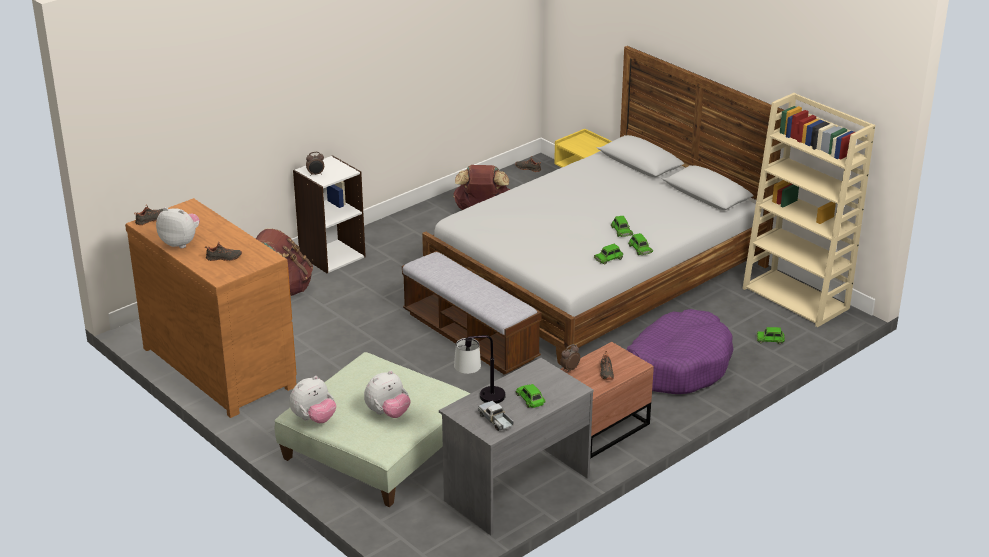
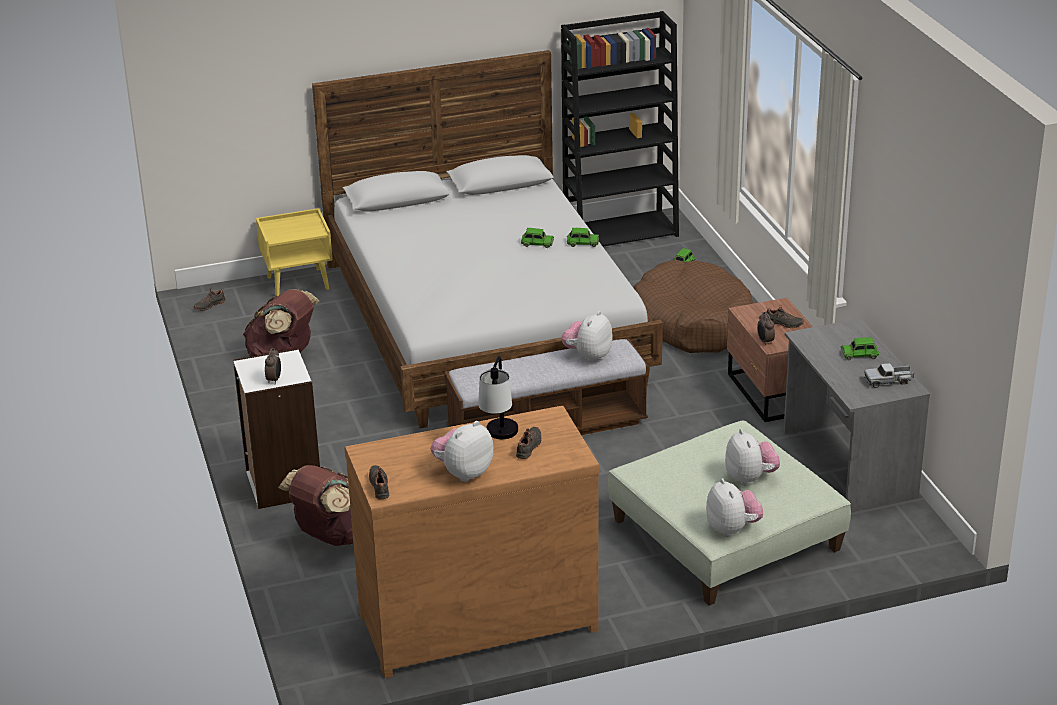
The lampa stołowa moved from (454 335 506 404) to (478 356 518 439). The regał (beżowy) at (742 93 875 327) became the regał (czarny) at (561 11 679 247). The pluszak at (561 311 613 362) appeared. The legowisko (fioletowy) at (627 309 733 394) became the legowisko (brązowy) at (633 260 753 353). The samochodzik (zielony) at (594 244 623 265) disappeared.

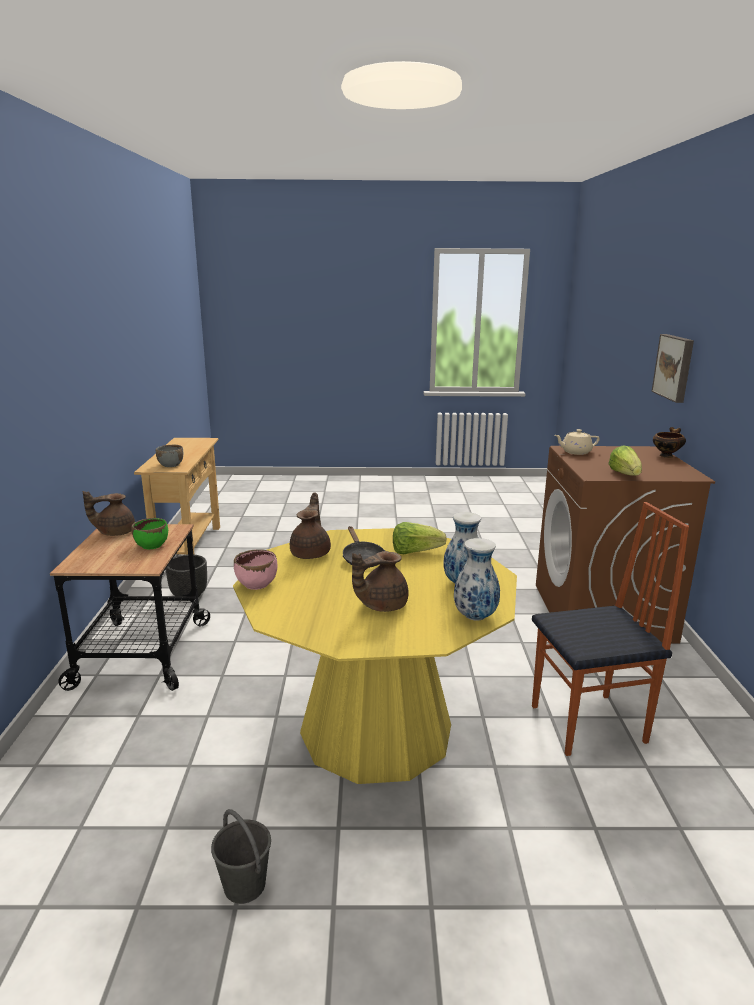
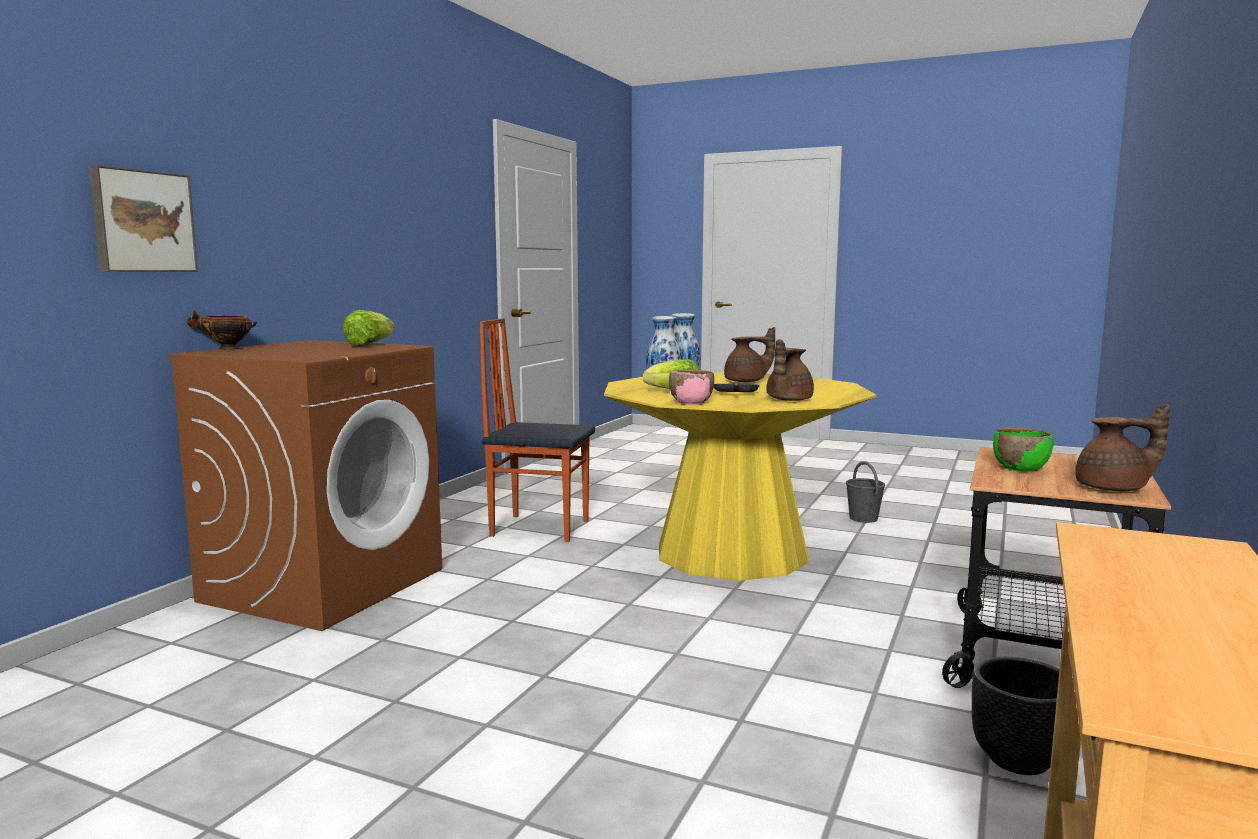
The miska (różowy) moved from (234 549 277 590) to (669 370 714 405). The miska (szary) at (156 445 183 467) disappeared. The imbryk (beżowy) at (555 429 600 455) disappeared.

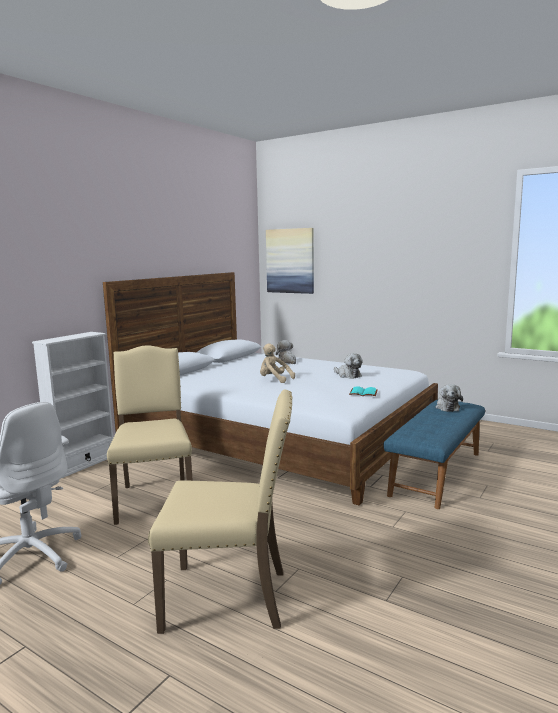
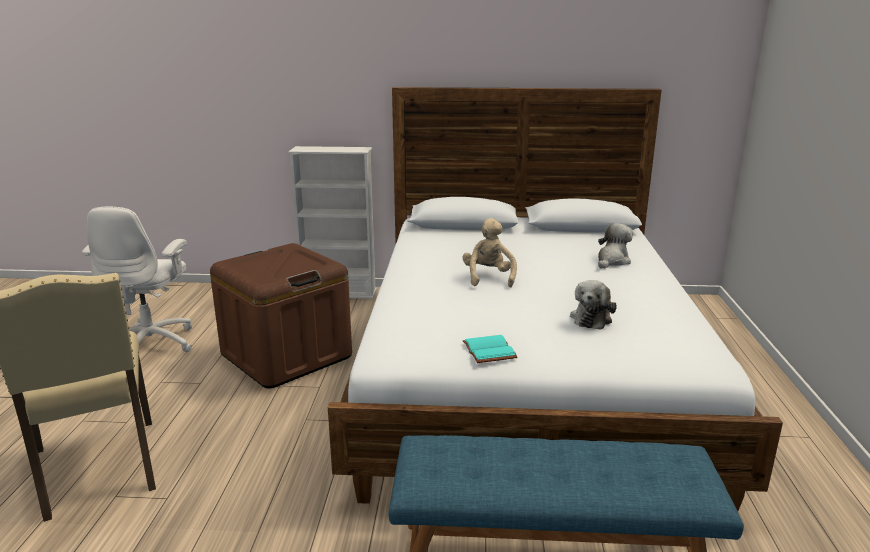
The krzesło (beżowy) at (107 345 193 525) was replaced by the pojemnik do przechowywania (brązowy) at (210 243 352 389). The obraz at (266 228 314 294) disappeared. The pluszak at (435 384 463 412) disappeared.

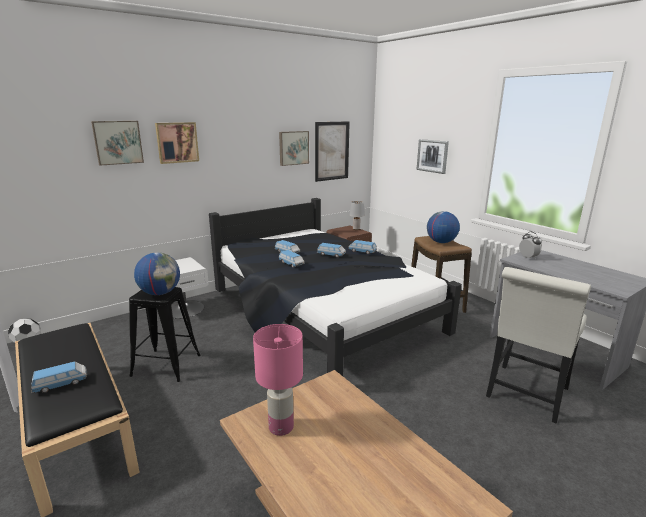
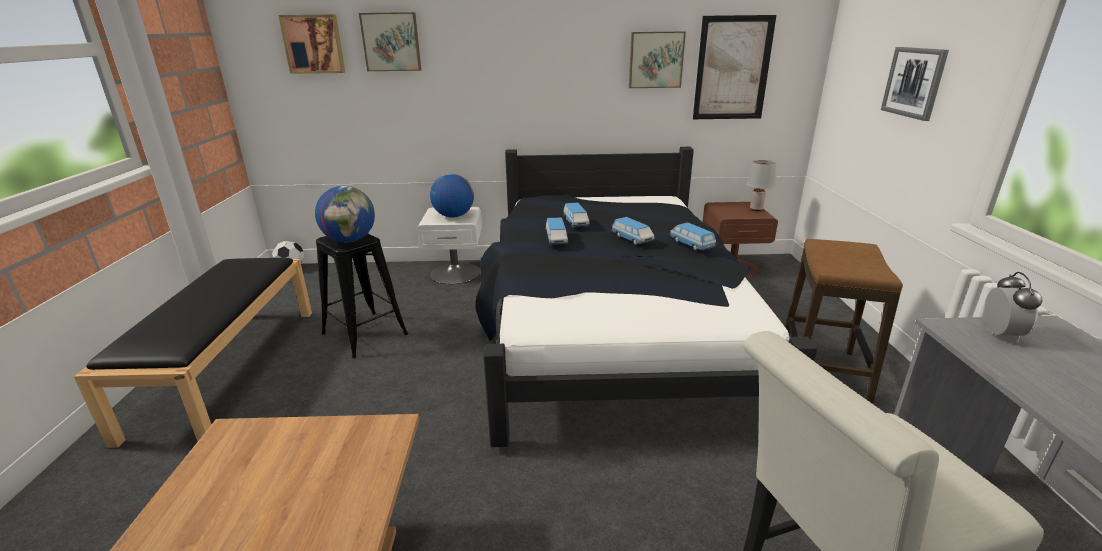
The obraz moved from (155 122 199 164) to (278 14 345 74). The globus moved from (427 211 460 243) to (430 174 474 218). The samochodzik at (31 362 87 393) disappeared. The lampa stołowa (różowy) at (253 324 303 436) disappeared.

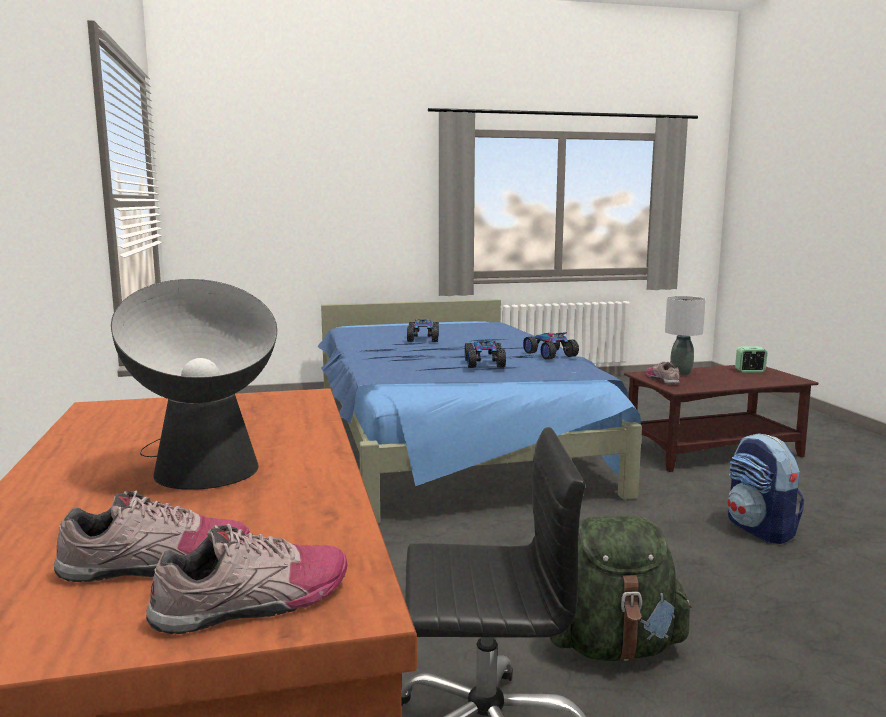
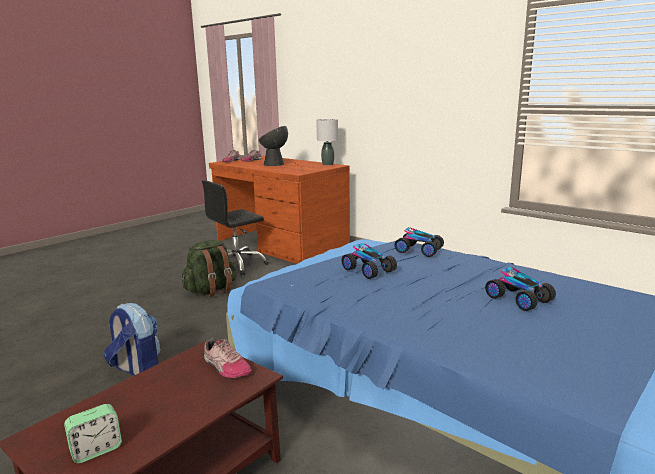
The lampa stołowa (szary) moved from (665 296 706 375) to (316 119 338 165). The samochodzik moved from (523 332 579 359) to (394 227 444 257).

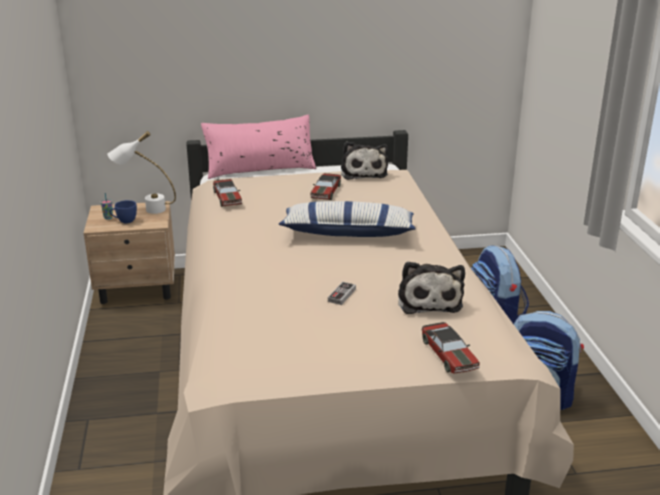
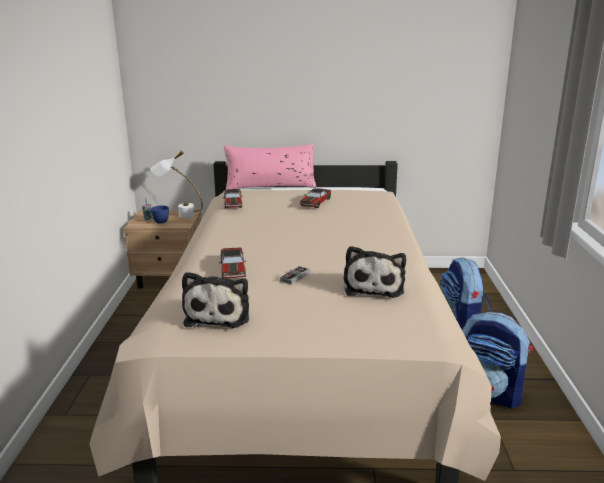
The pluszak moved from (341 141 388 180) to (182 272 249 328). The samochodzik moved from (422 322 480 373) to (219 247 246 278). The poduszka at (279 201 416 237) disappeared.

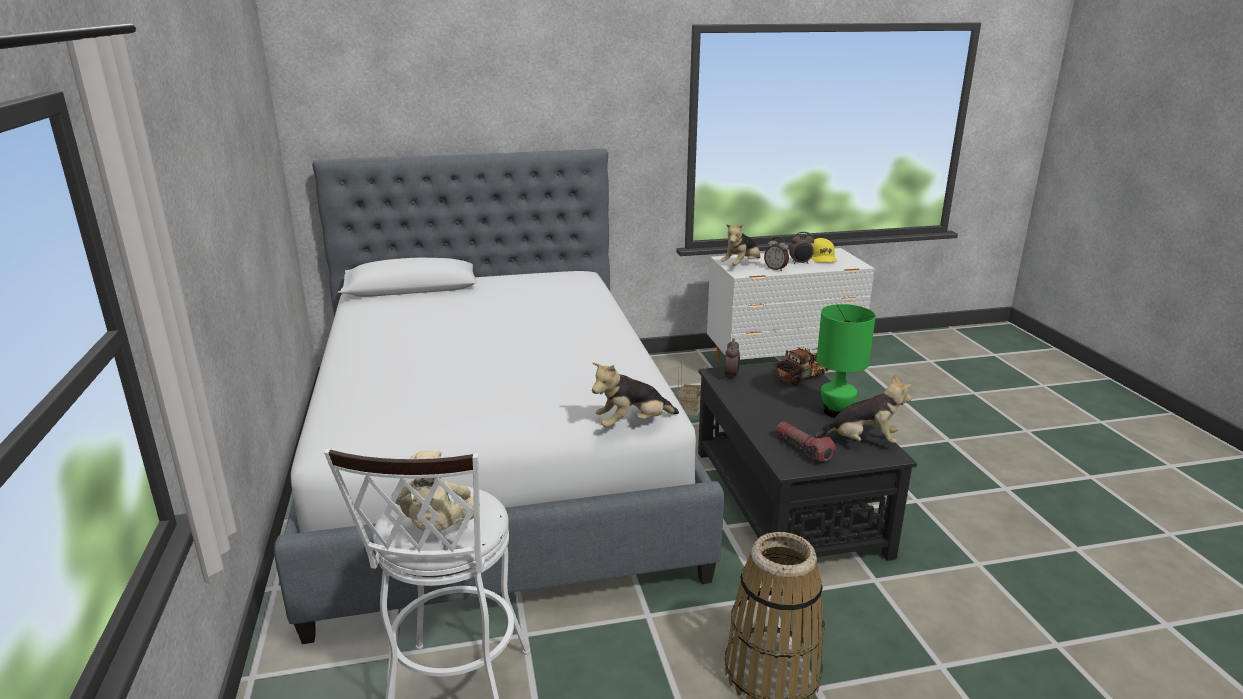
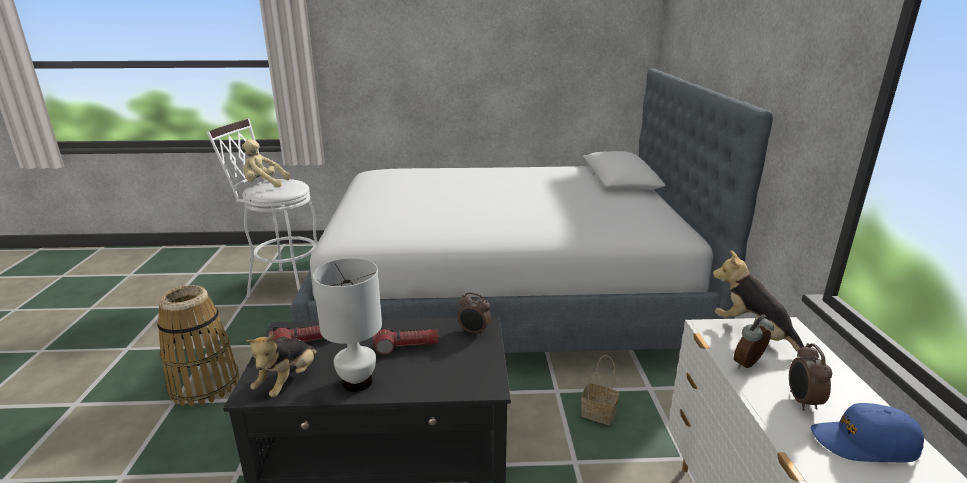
The lampa stołowa (zielony) at (817 304 876 418) became the lampa stołowa (biały) at (312 258 382 392). The latarka at (372 327 439 355) appeared. The czapka z daszkiem (żółty) at (811 238 837 262) became the czapka z daszkiem (niebieski) at (811 403 924 463). The pluszak at (592 363 679 427) disappeared. The ciężarówka zabawkowa at (774 347 829 386) disappeared.

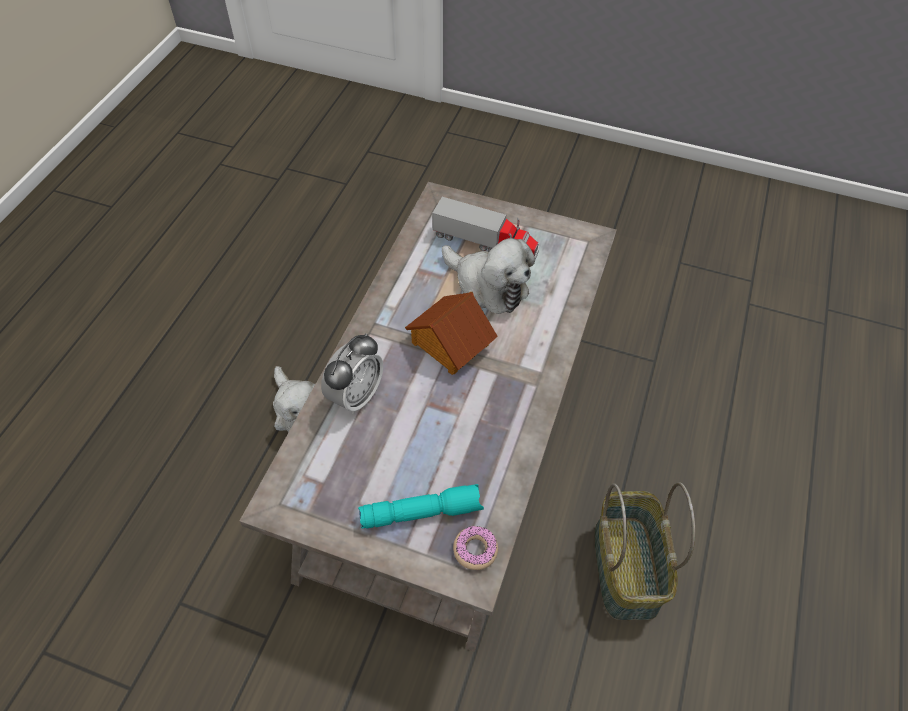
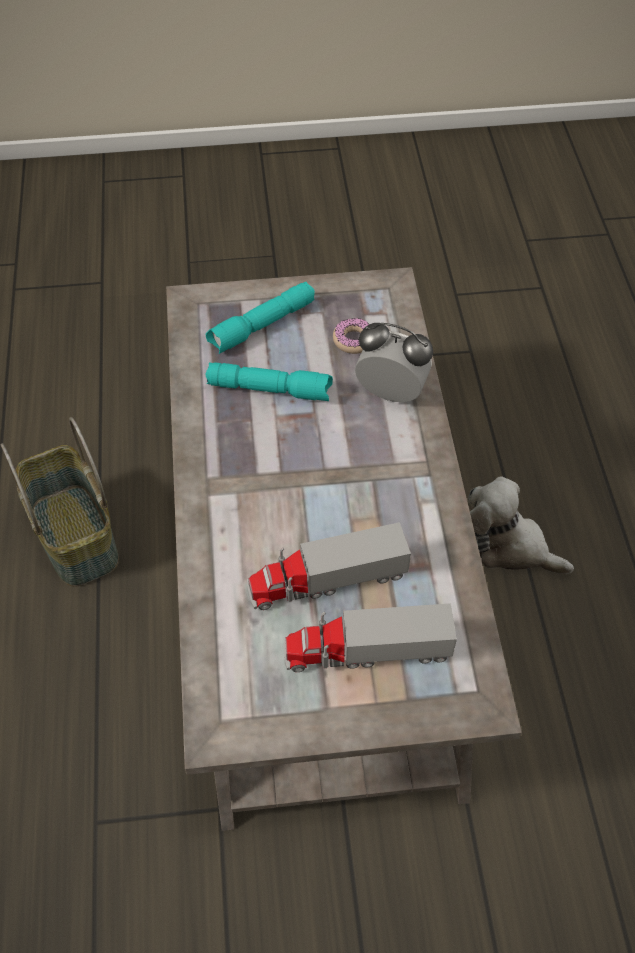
The latarka (turkusowy) at (206 362 333 401) appeared. The pluszak at (442 238 535 314) was replaced by the ciężarówka zabawkowa at (247 522 411 610). The donut moved from (453 526 498 570) to (333 318 369 354). The budzik at (321 333 383 414) turned 105 degrees clockwise. The domek at (405 292 498 375) disappeared.

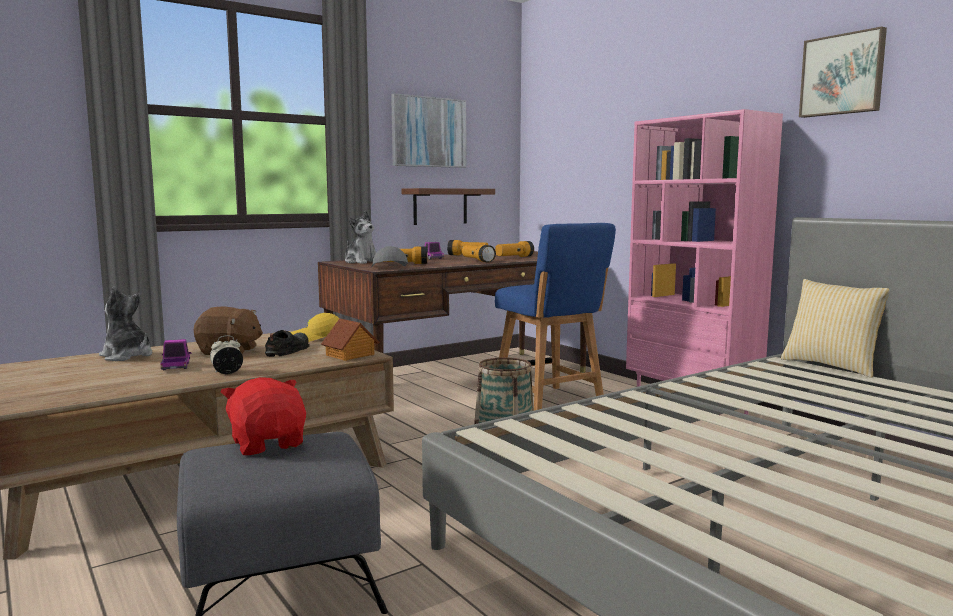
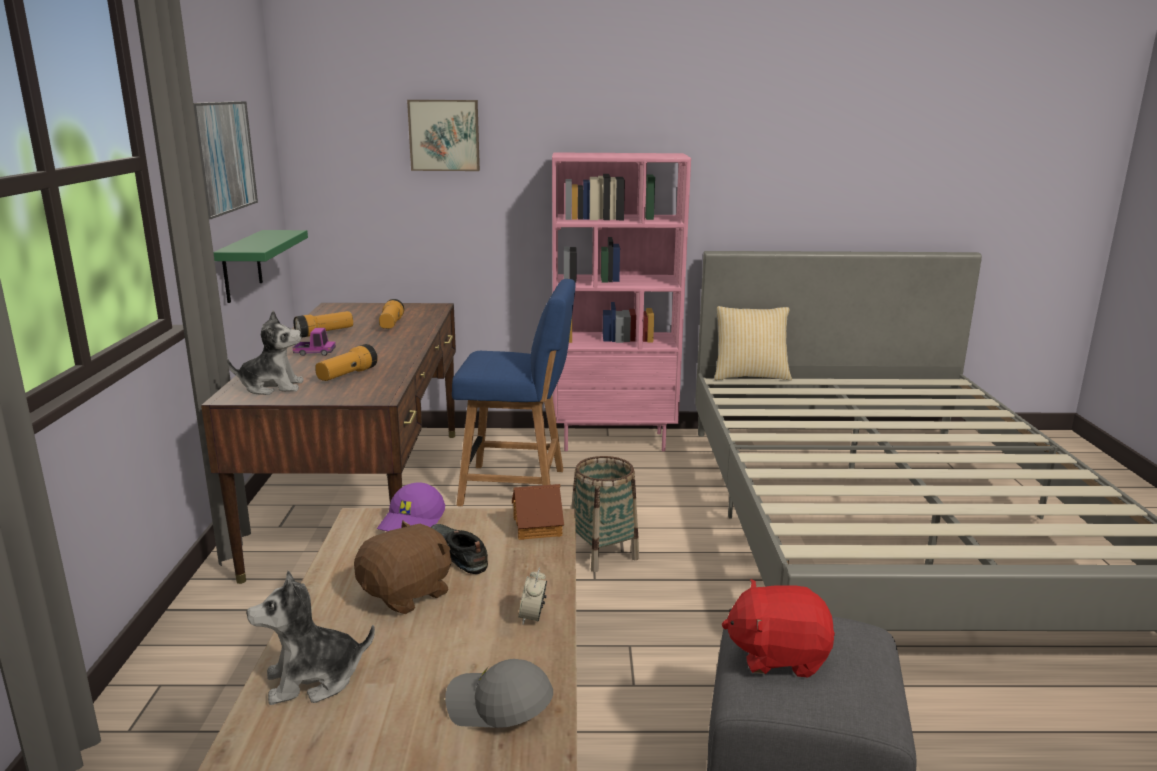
The półka (brązowy) at (402 188 495 225) became the półka (zielony) at (213 230 308 303). The czapka z daszkiem (żółty) at (290 313 339 342) became the czapka z daszkiem (fioletowy) at (377 482 445 531). The obraz moved from (799 27 887 118) to (407 100 480 171). The czapka z daszkiem (szary) moved from (371 246 408 267) to (445 659 553 728). The ciężarówka zabawkowa at (160 339 191 370) disappeared. The latarka at (462 245 496 262) disappeared.

